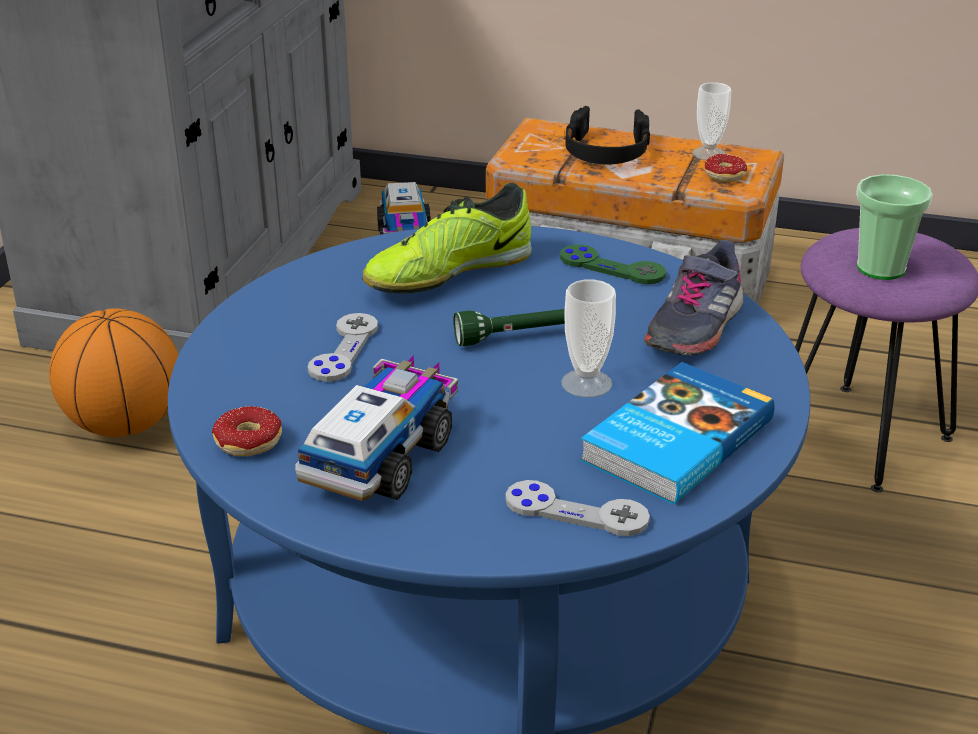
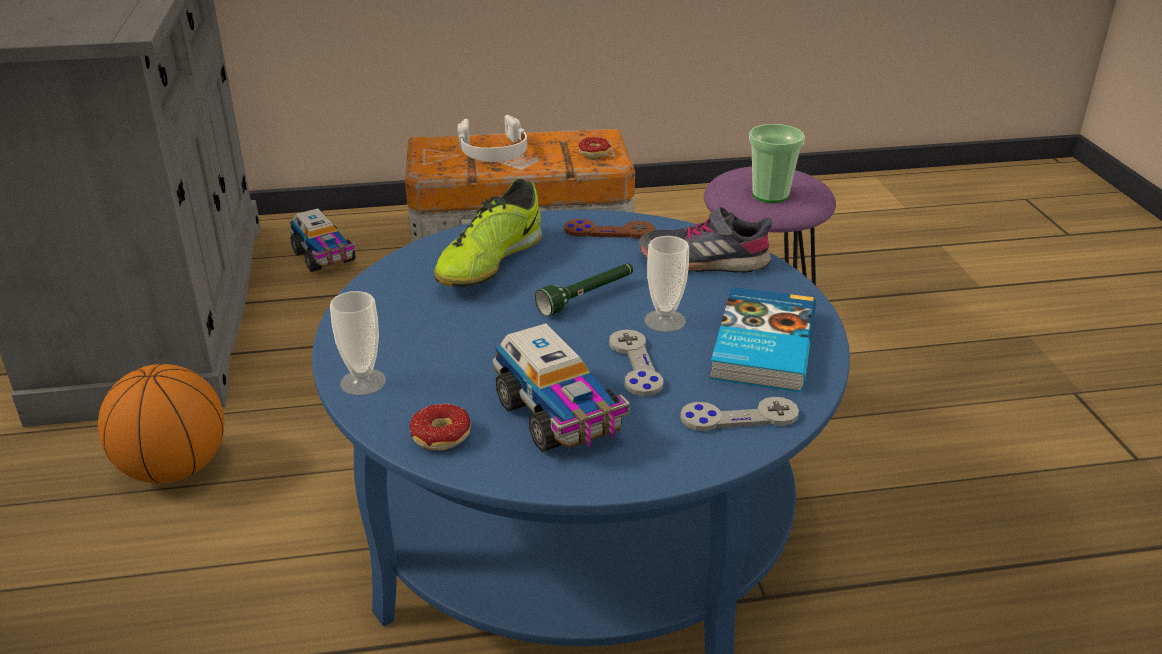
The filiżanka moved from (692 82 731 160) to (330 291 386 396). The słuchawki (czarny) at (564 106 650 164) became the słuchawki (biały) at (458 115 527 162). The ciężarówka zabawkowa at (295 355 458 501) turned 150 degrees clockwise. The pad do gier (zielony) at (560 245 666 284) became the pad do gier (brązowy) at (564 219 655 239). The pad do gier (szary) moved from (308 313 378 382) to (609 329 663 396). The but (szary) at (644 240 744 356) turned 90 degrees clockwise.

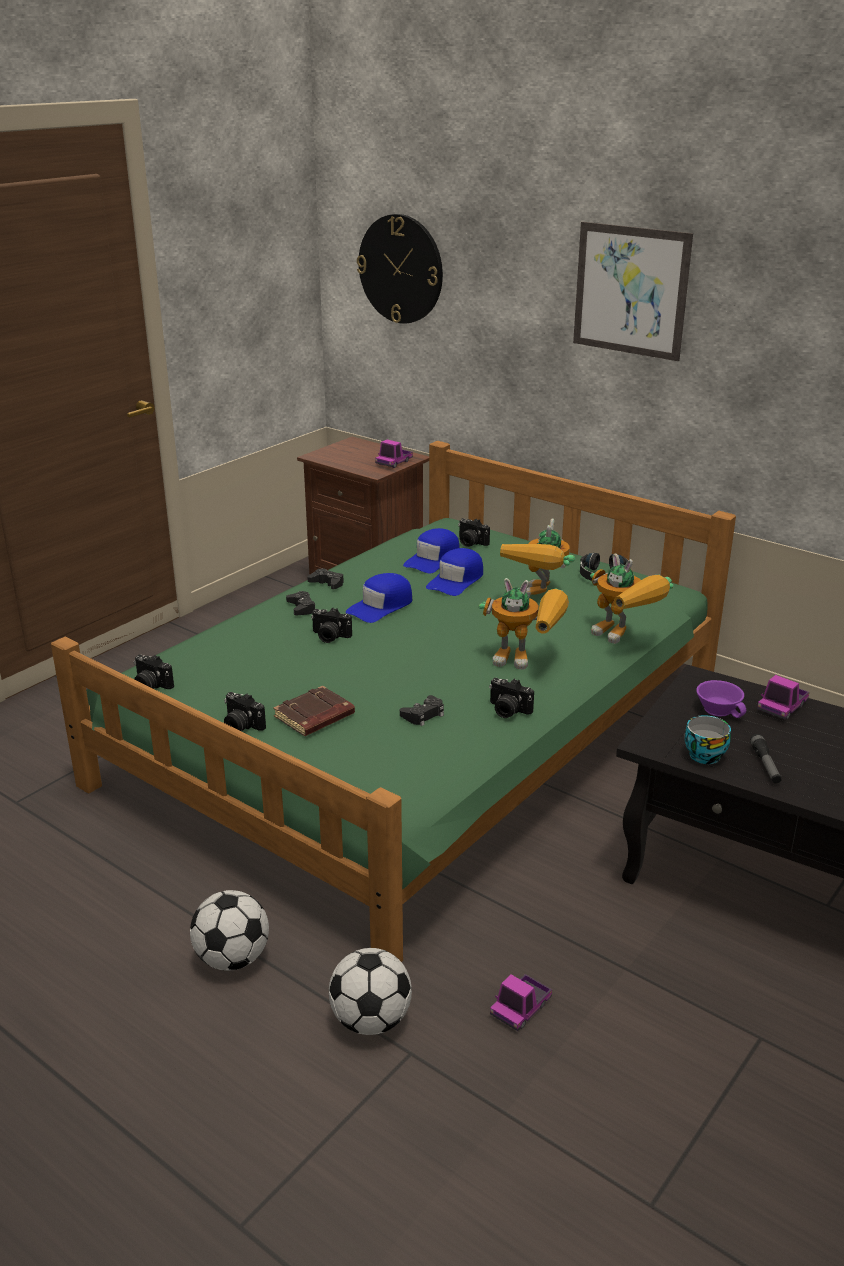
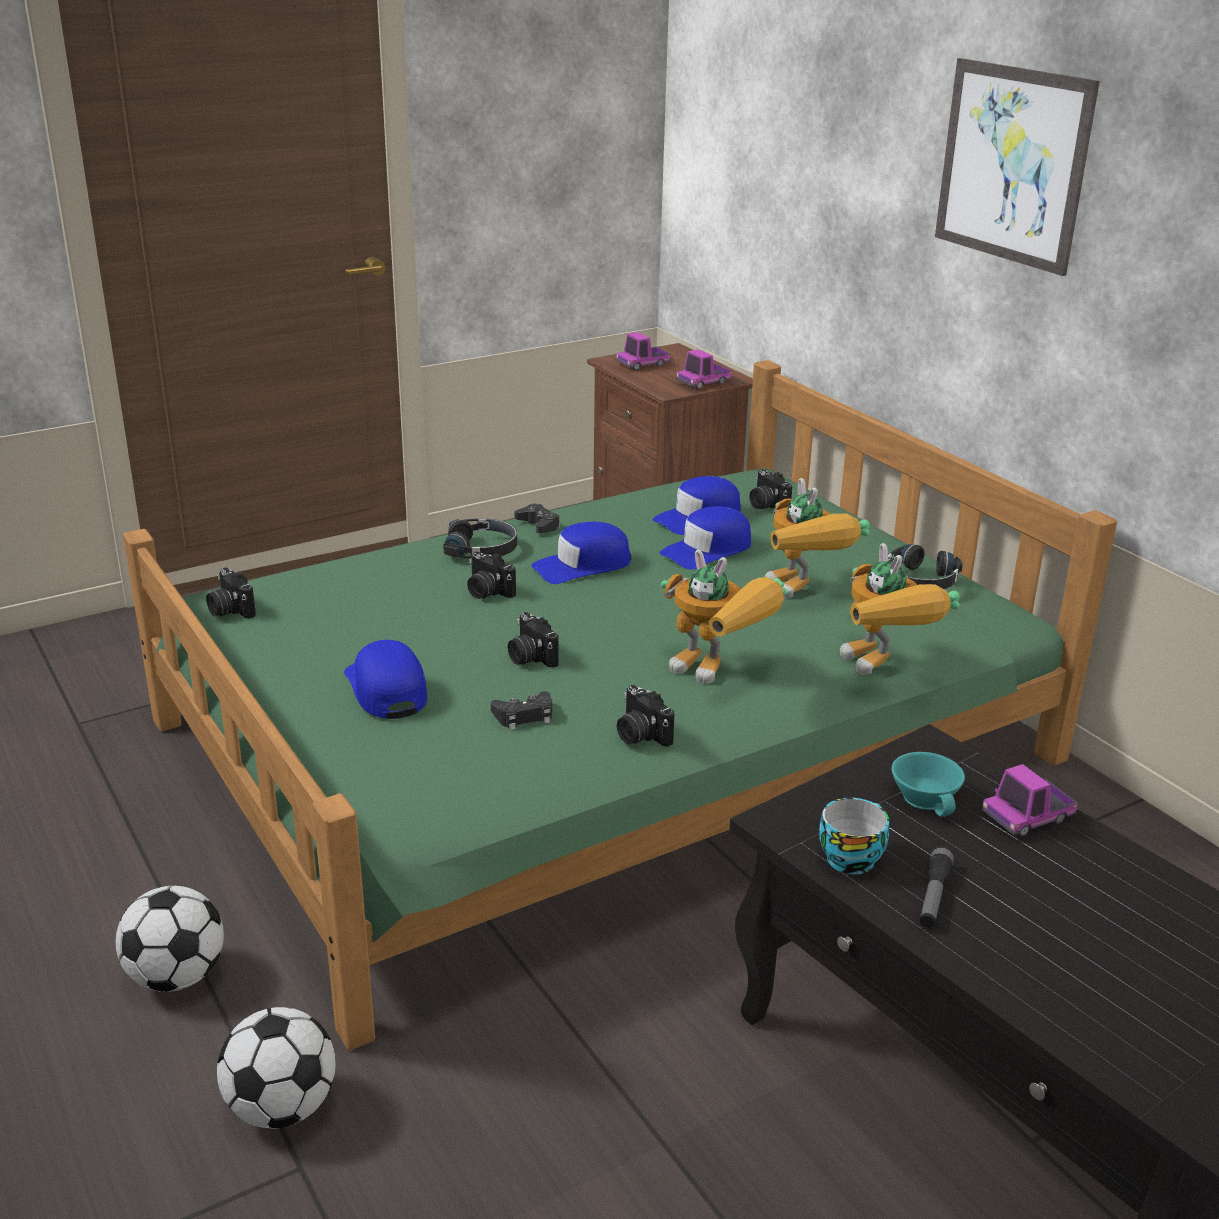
The książka (brązowy) at (273 686 355 736) was replaced by the czapka z daszkiem (niebieski) at (344 640 427 719). The pad do gier (czarny) at (286 591 316 615) was replaced by the słuchawki (czarny) at (443 519 517 559). The aparat fotograficzny moved from (224 692 266 731) to (508 612 559 668). The ciężarówka zabawkowa moved from (490 974 552 1031) to (616 332 671 370). The robot zabawkowy at (500 518 575 597) turned 60 degrees counterclockwise. The filiżanka (fioletowy) at (696 680 746 718) became the filiżanka (turkusowy) at (891 752 965 817). The zegar ścienny at (357 214 443 324) disappeared.

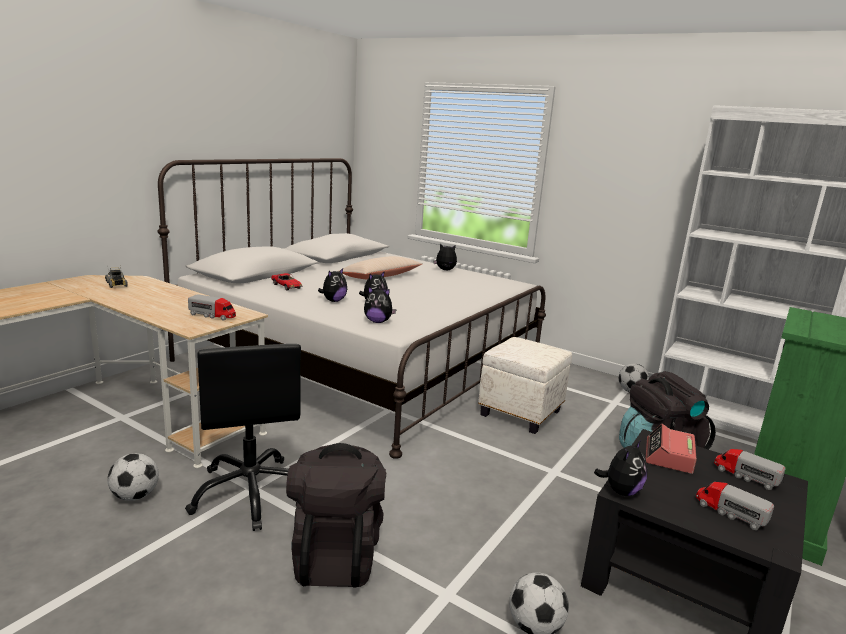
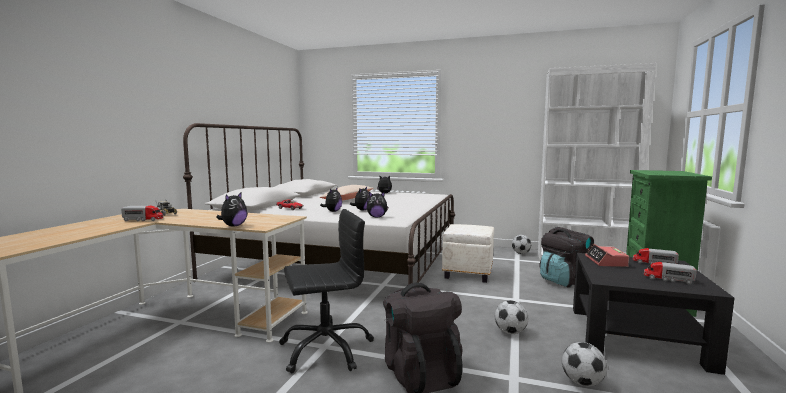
The ciężarówka zabawkowa moved from (188 295 236 320) to (121 205 163 221). The pluszak moved from (594 440 648 496) to (216 192 247 226). The krzesło biurowe (czarny) at (185 344 301 531) turned 75 degrees counterclockwise. The piłka futbolowa moved from (108 453 159 501) to (495 300 528 334).

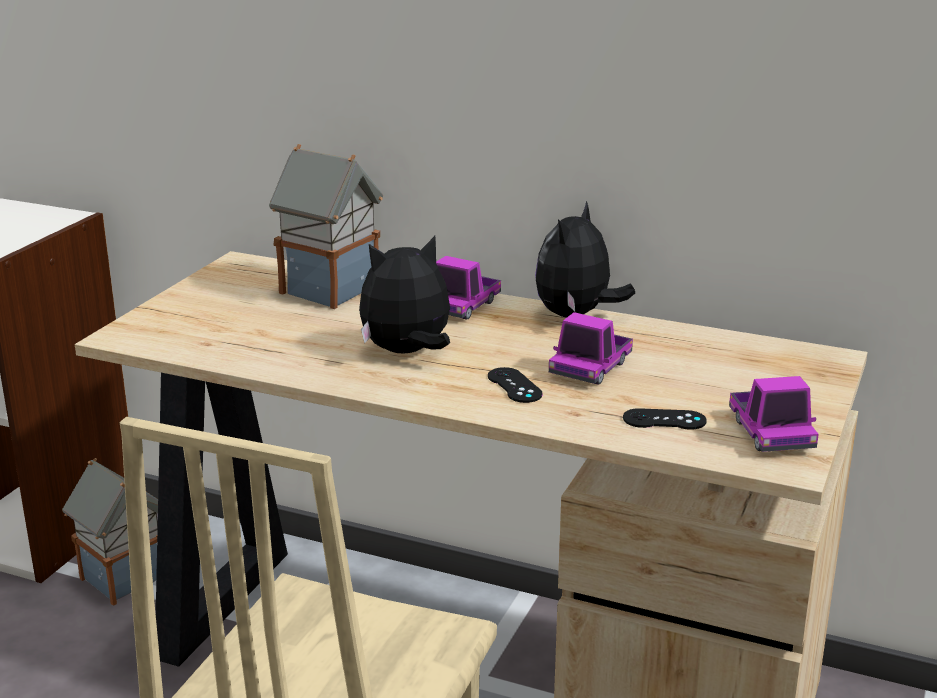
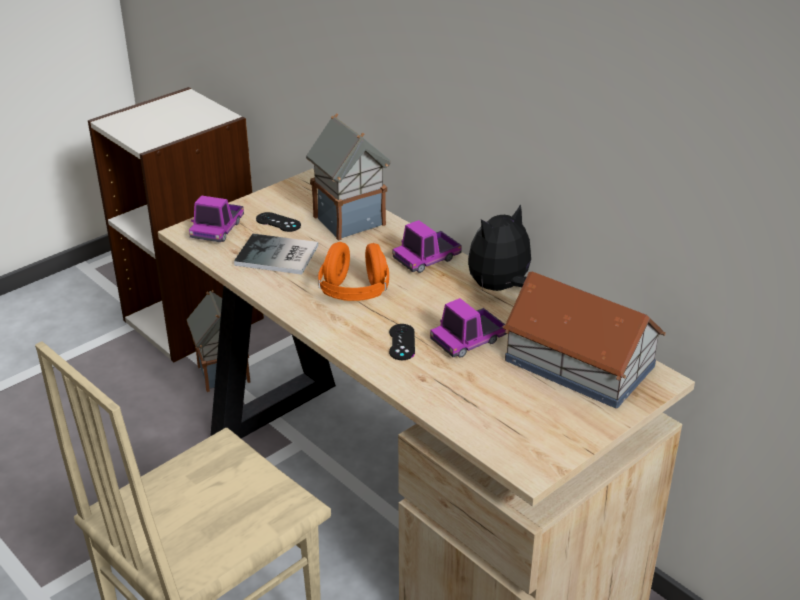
The ciężarówka zabawkowa moved from (729 376 819 452) to (189 195 244 242). The książka at (234 234 318 275) appeared. The pad do gier (czarny) moved from (623 408 707 430) to (256 212 301 232). The pluszak at (359 236 450 353) was replaced by the słuchawki (pomarańczowy) at (318 242 389 301). The domek at (502 272 666 408) appeared.

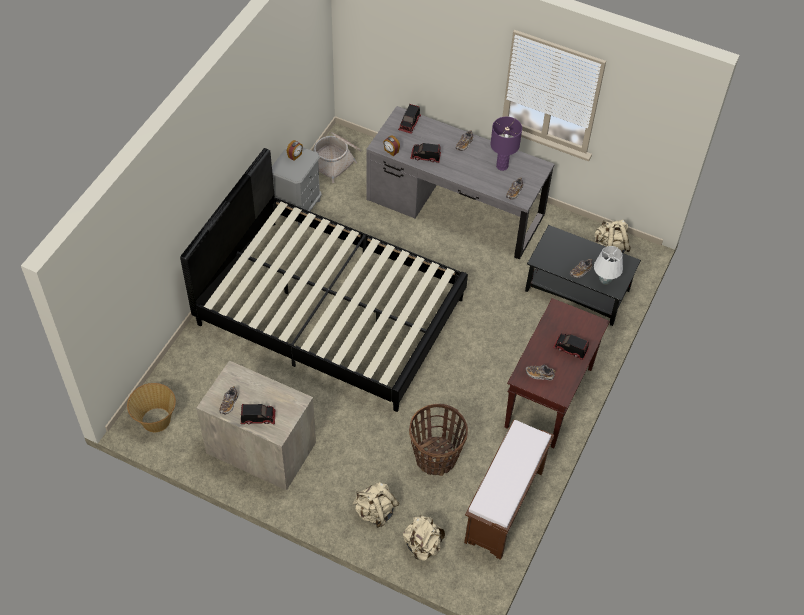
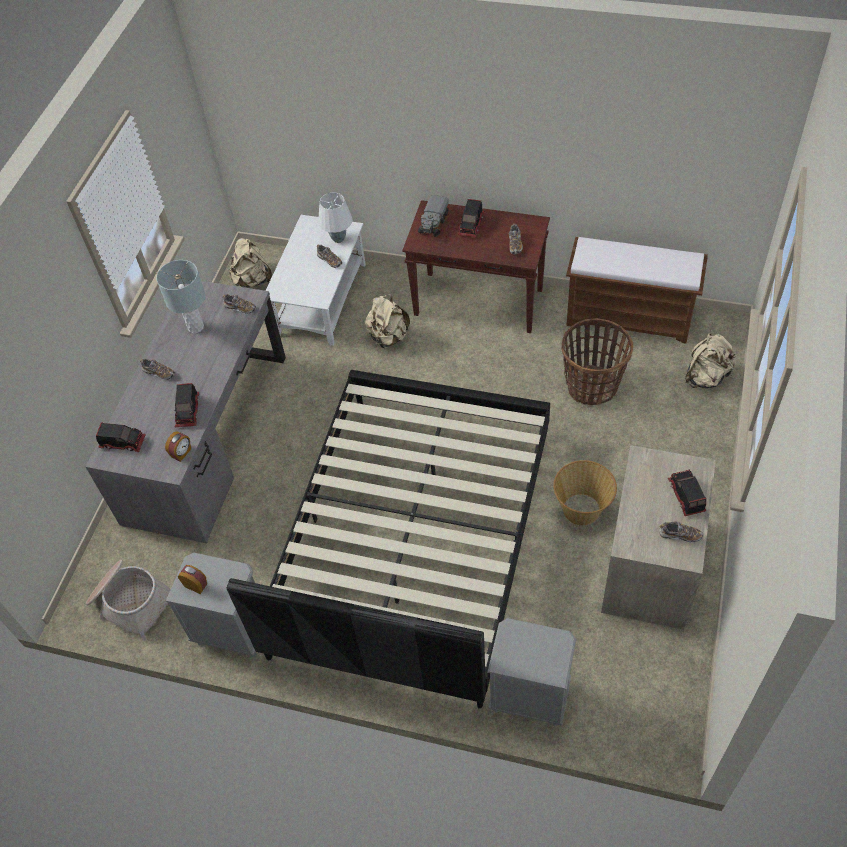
The lampa stołowa (fioletowy) at (490 117 522 171) became the lampa stołowa (szary) at (156 260 206 333). The ława (czarny) at (525 225 641 326) became the ława (biały) at (266 215 366 346). The plecak (beżowy) moved from (353 482 399 528) to (364 294 410 348). The ciężarówka zabawkowa at (418 195 449 237) appeared. The szafka nocna (szary) at (487 618 576 726) appeared. The koszyk moved from (127 383 176 432) to (553 460 617 525).

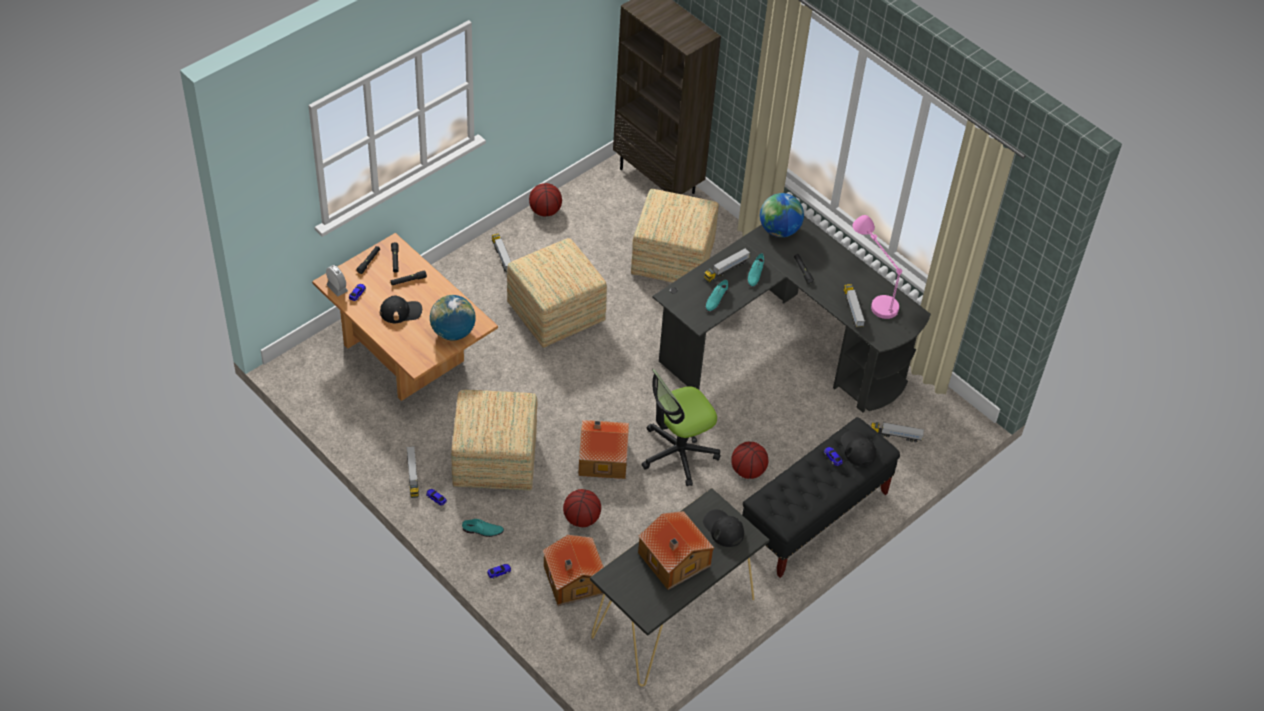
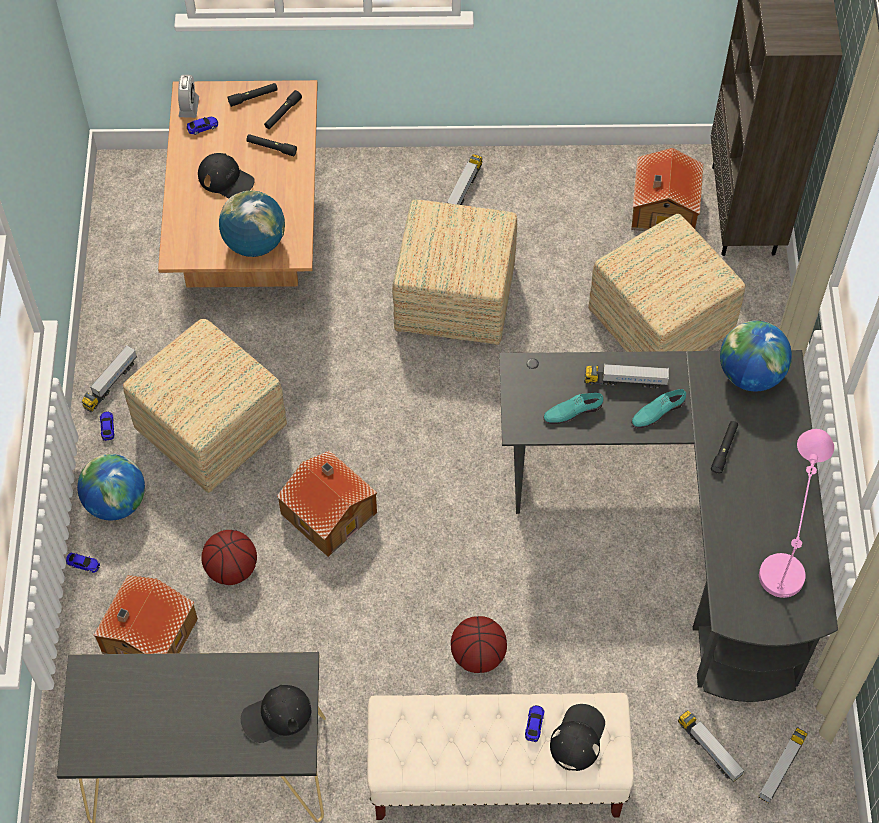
The but (turkusowy) at (462 519 504 537) was replaced by the globus at (77 454 145 520). The czapka z daszkiem (czarny) at (703 509 744 547) turned 120 degrees counterclockwise. The ławka (czarny) at (742 417 900 578) became the ławka (beżowy) at (367 693 634 820). The domek moved from (638 511 714 590) to (631 148 704 231). The ciężarówka zabawkowa moved from (843 284 865 327) to (758 727 808 803). The piłka do koszykówki at (529 183 562 216) disappeared. The krzesło biurowe at (641 369 720 486) disappeared.

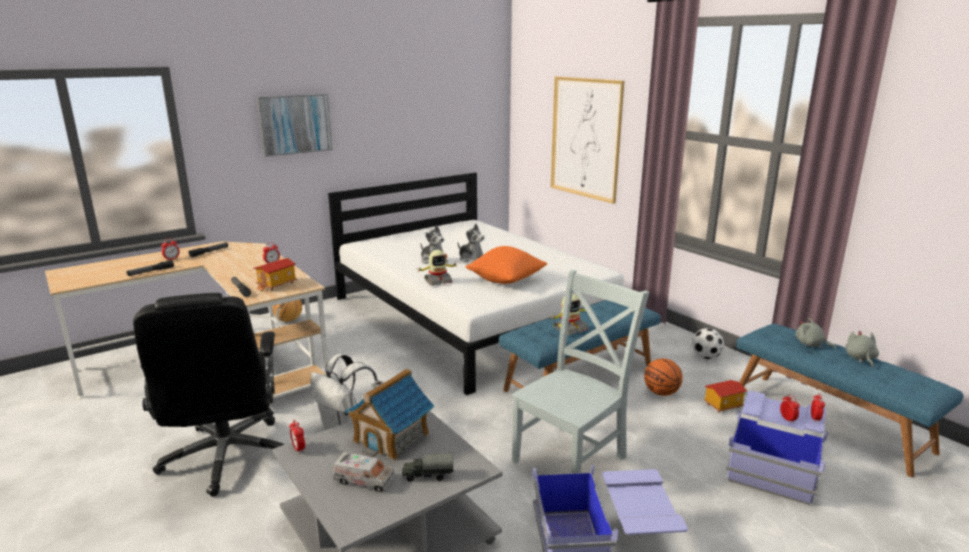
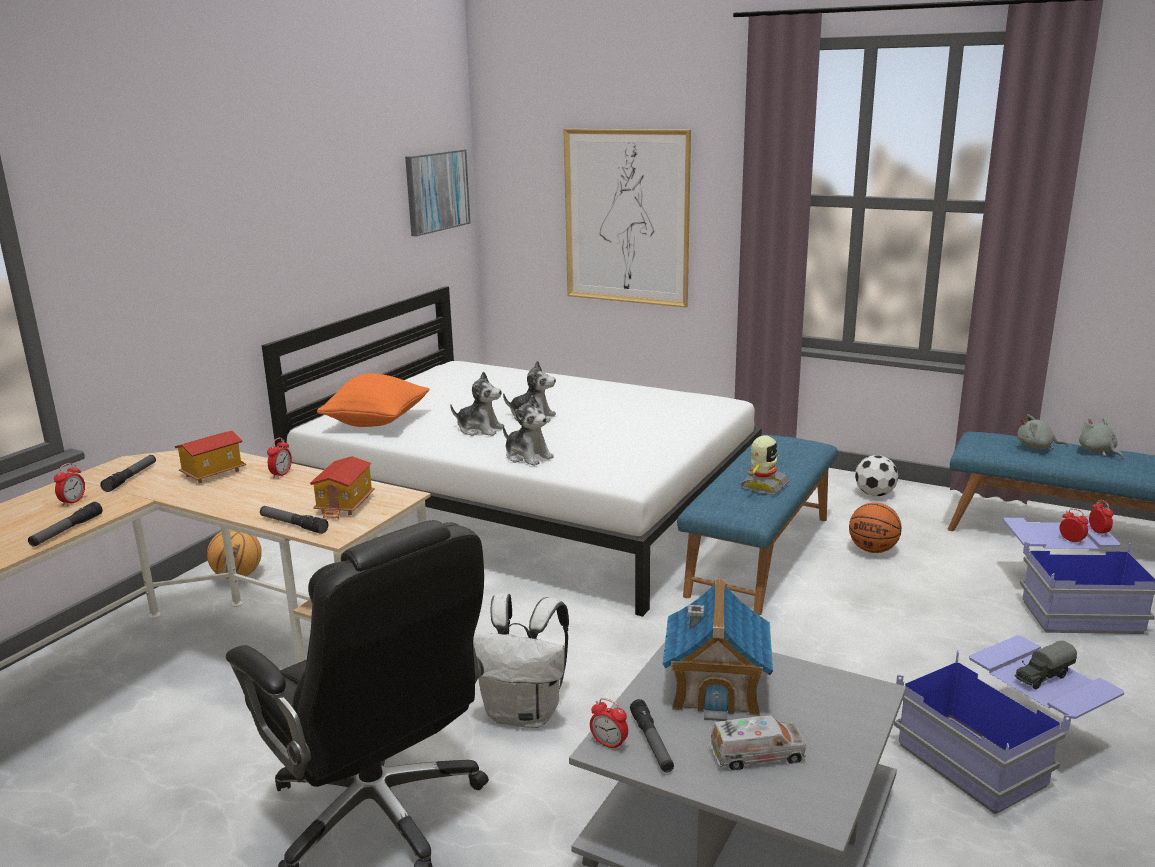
The domek moved from (703 380 747 413) to (175 431 246 484). The poduszka (pomarańczowy) moved from (466 246 547 284) to (317 373 429 427). The obraz moved from (257 94 332 157) to (405 149 470 236). The robot zabawkowy at (418 250 457 286) was replaced by the pluszak at (503 395 554 466). The latarka at (630 699 674 773) appeared. The ciężarówka zabawkowa moved from (402 453 453 482) to (1015 641 1077 689). The krzesło (szary) at (512 270 649 474) disappeared.

